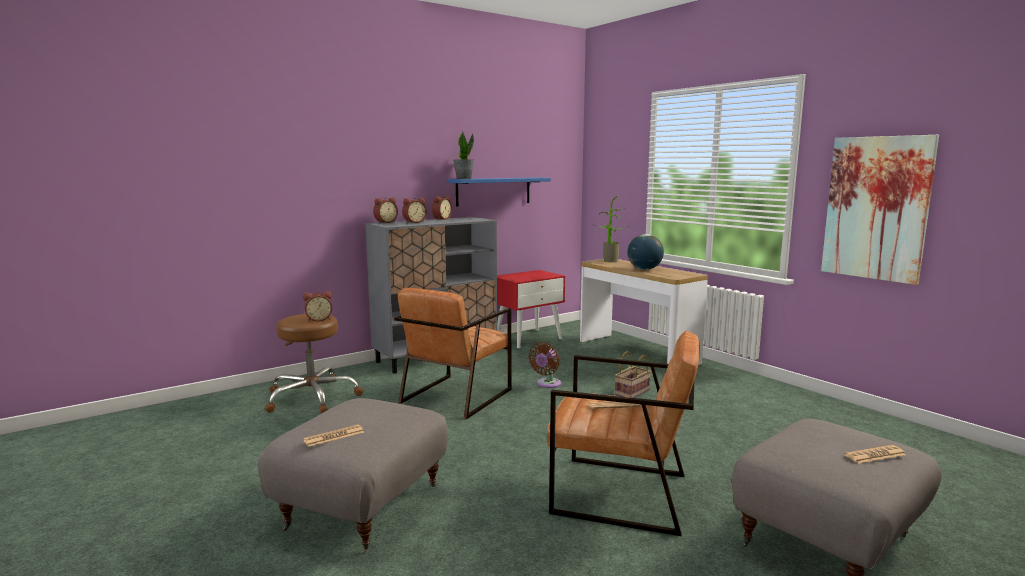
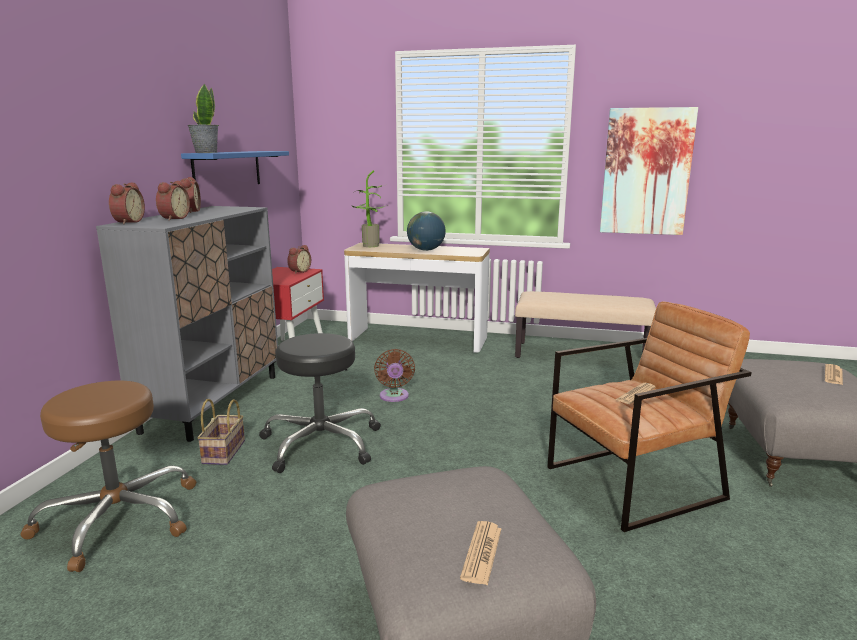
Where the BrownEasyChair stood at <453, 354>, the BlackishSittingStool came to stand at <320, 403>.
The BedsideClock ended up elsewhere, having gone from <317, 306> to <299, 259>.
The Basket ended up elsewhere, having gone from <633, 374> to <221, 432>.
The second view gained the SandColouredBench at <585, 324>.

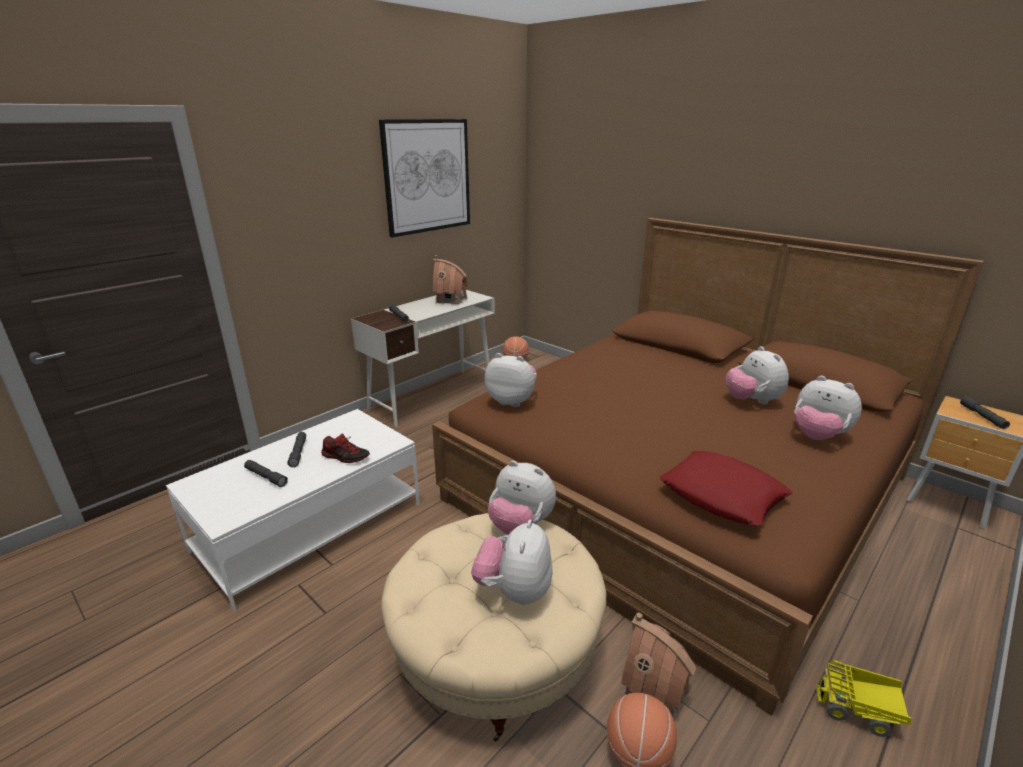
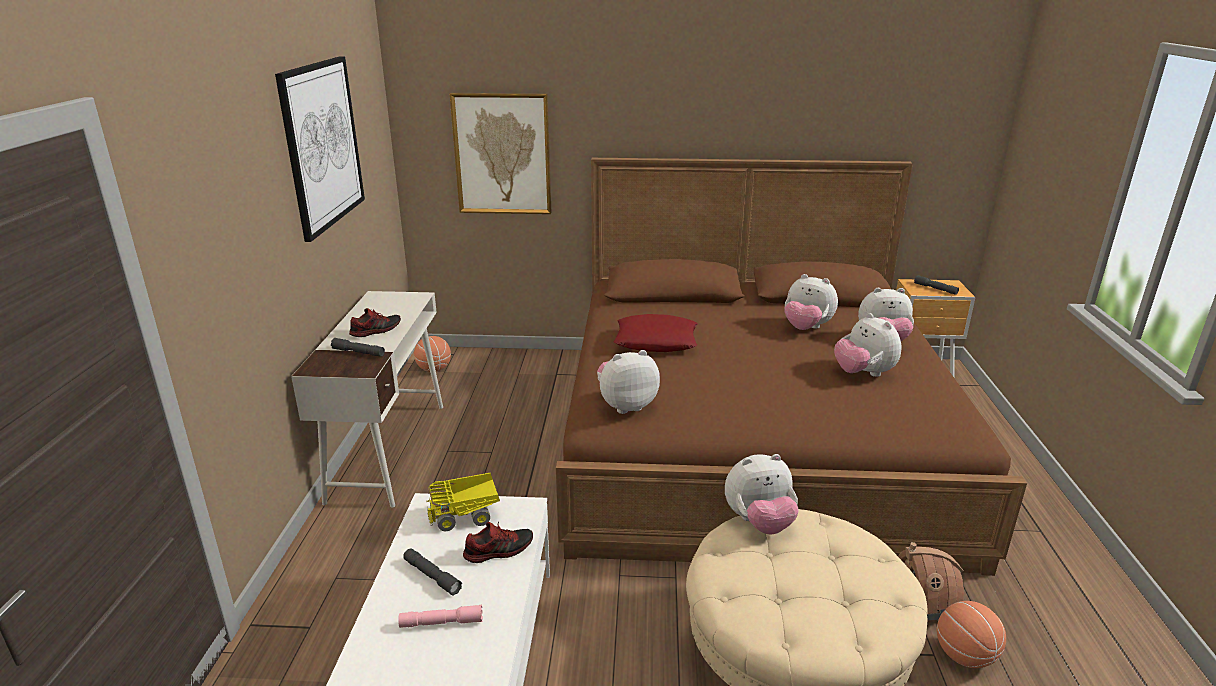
The second view lost the ModelHouse at <450, 279>.
The ReddishPillow ended up elsewhere, having gone from <726, 488> to <656, 333>.
What was the GreyishTorch at <266, 473> turned into the PinkColouredTorch at <440, 616>.
The SoftToy ended up elsewhere, having gone from <511, 562> to <868, 345>.
The ToyLorry ended up elsewhere, having gone from <863, 698> to <463, 502>.
The second view gained the Picture at <501, 153>.
The second view gained the LowShoe at <375, 322>.

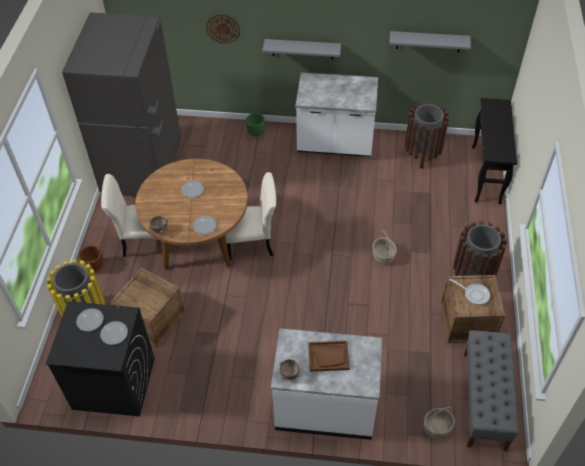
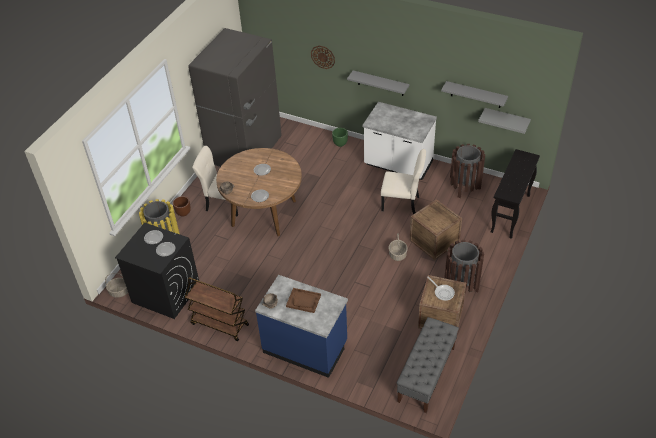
The SandColouredPlainChair ended up elsewhere, having gone from <250, 216> to <403, 181>.
The ShippingCrate ended up elsewhere, having gone from <147, 308> to <436, 229>.
What was the WhiteColouredKitchenBaseUnit at <326, 384> turned into the BlueKitchenBaseUnit at <301, 326>.
The Basket ended up elsewhere, having gone from <439, 423> to <116, 285>.
The second view gained the GreyishShelf at <504, 121>.
The second view gained the BrownCart at <217, 309>.

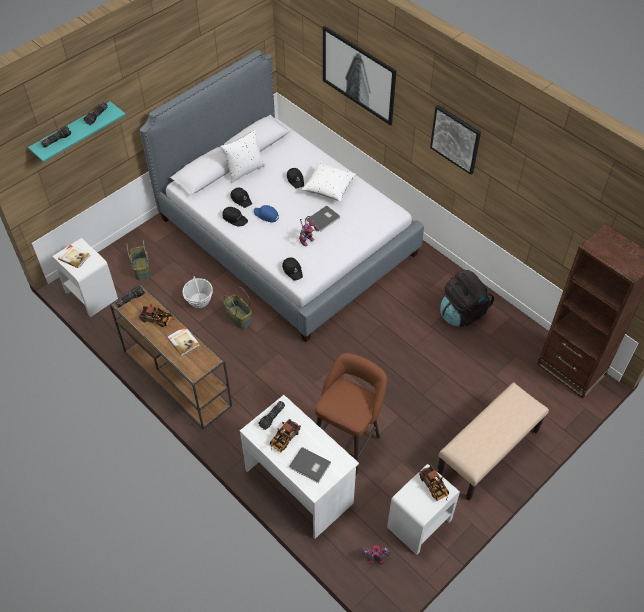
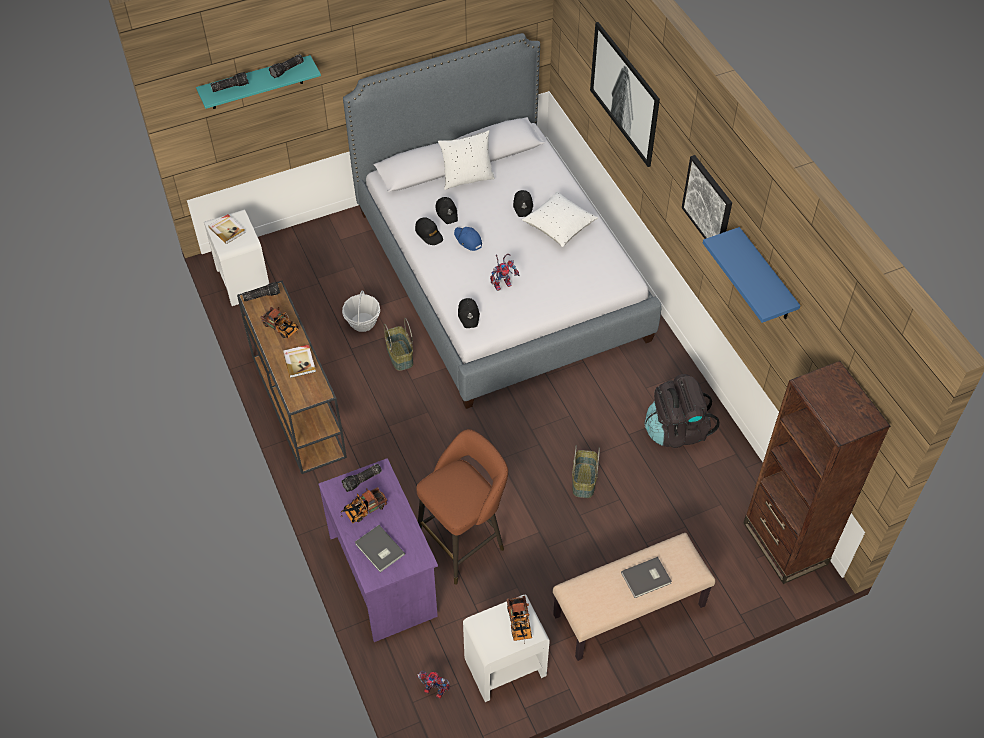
The GreyishVolume ended up elsewhere, having gone from <323, 219> to <646, 577>.
The Basket ended up elsewhere, having gone from <138, 260> to <586, 471>.
What was the WhiteColouredDeskTable at <299, 467> turned into the PurplishDeskTable at <378, 550>.
The second view gained the BlueShelf at <751, 275>.

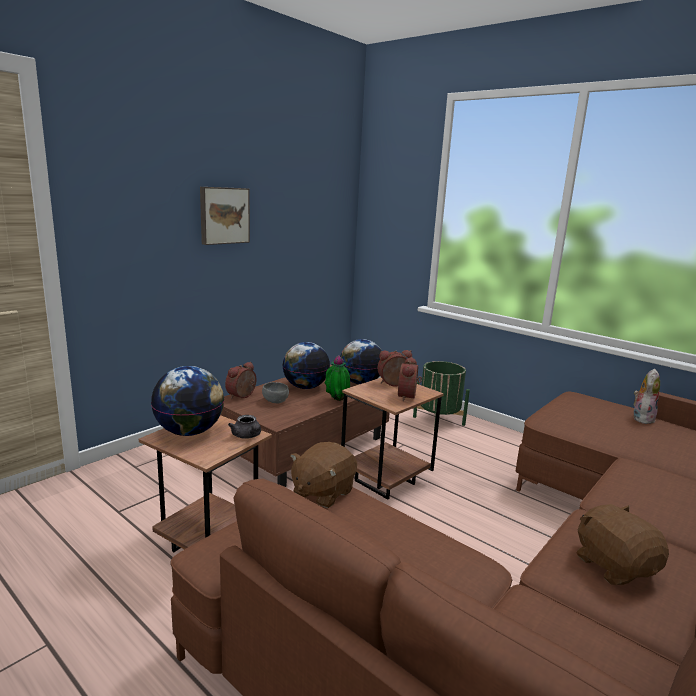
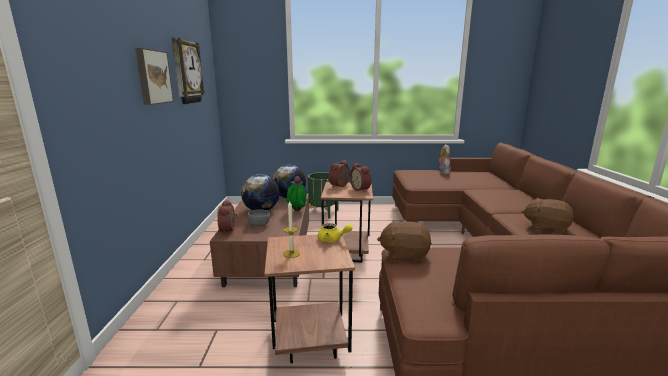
Where the WorldGlobe stood at <187, 401>, the WaxLight came to stand at <292, 229>.
What was the GreyishTeapot at <244, 427> turned into the YellowTeapot at <335, 232>.
The BrownSoftToy at <323, 475> ended up facing another way, 105 degrees clockwise from before.
The second view gained the ClockOnTheWall at <188, 71>.

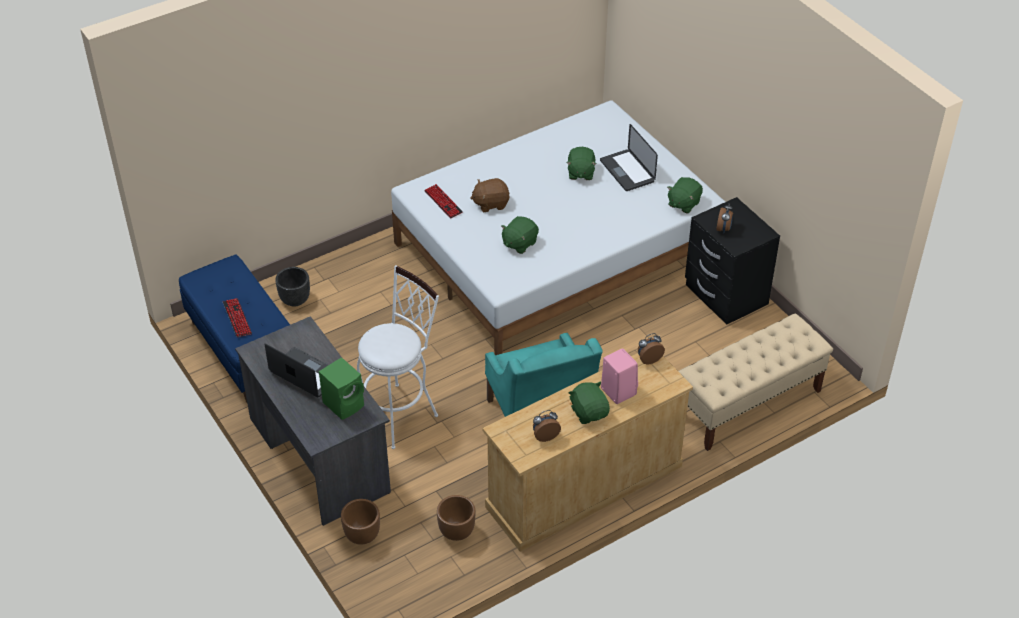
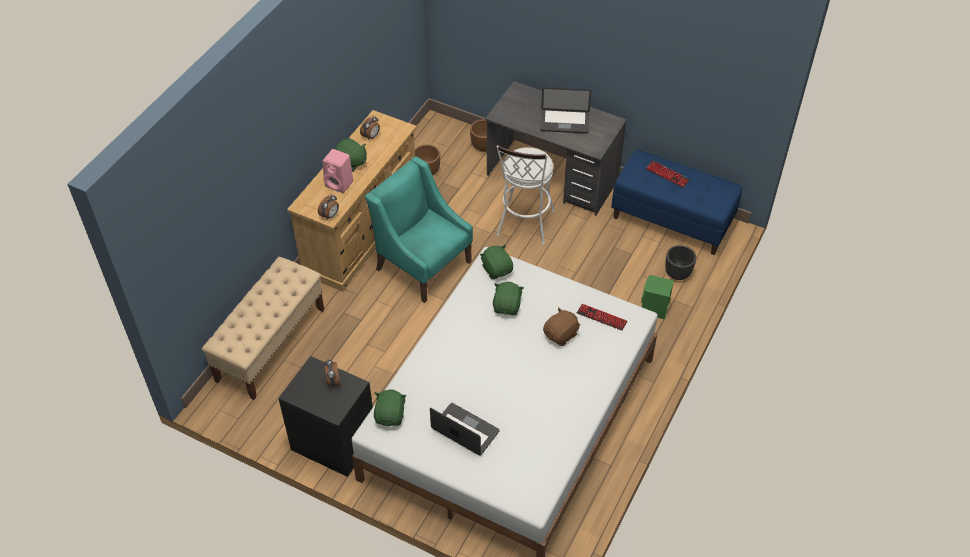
The GreenishSoftToy ended up elsewhere, having gone from <581, 163> to <496, 262>.
The GreenishAudioSpeaker ended up elsewhere, having gone from <341, 388> to <657, 297>.

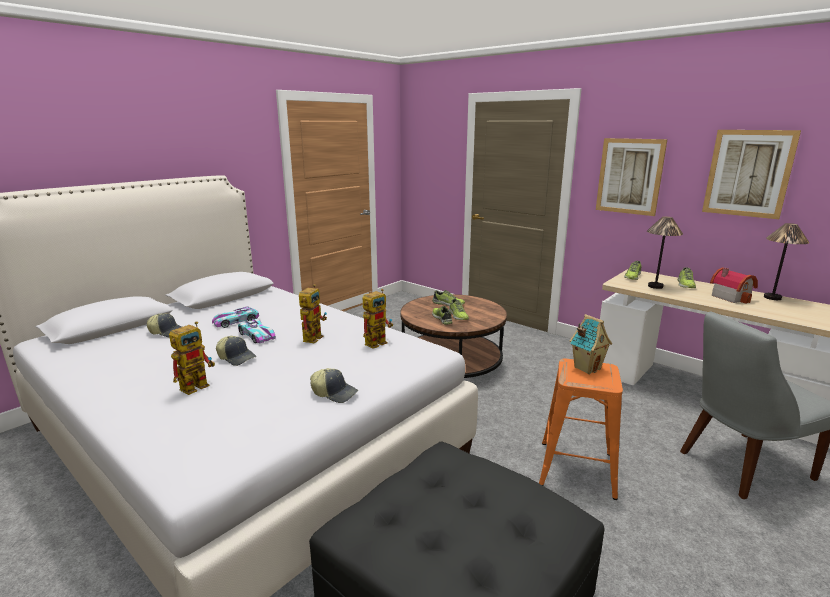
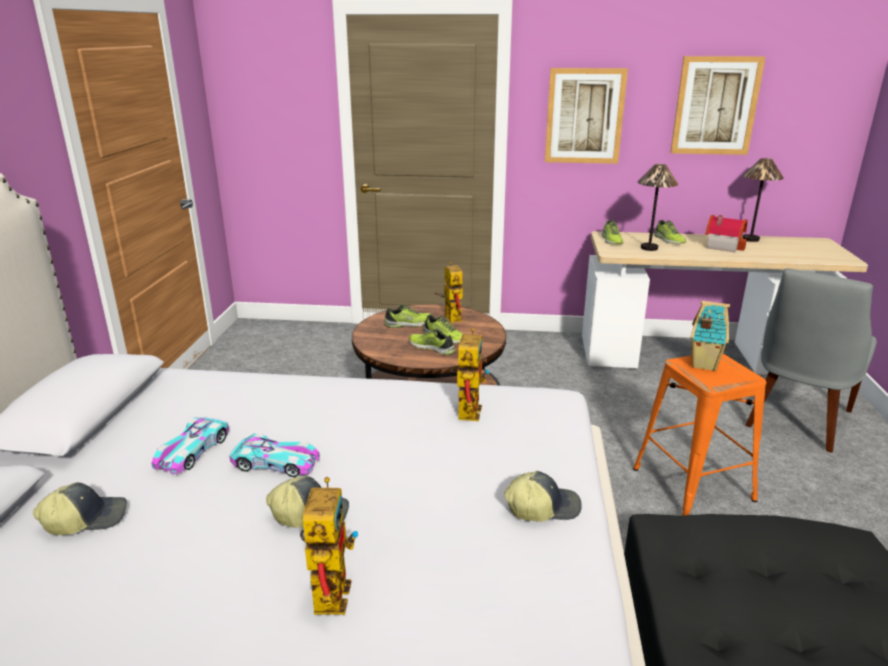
The ModelRobot ended up elsewhere, having gone from <313, 313> to <449, 292>.

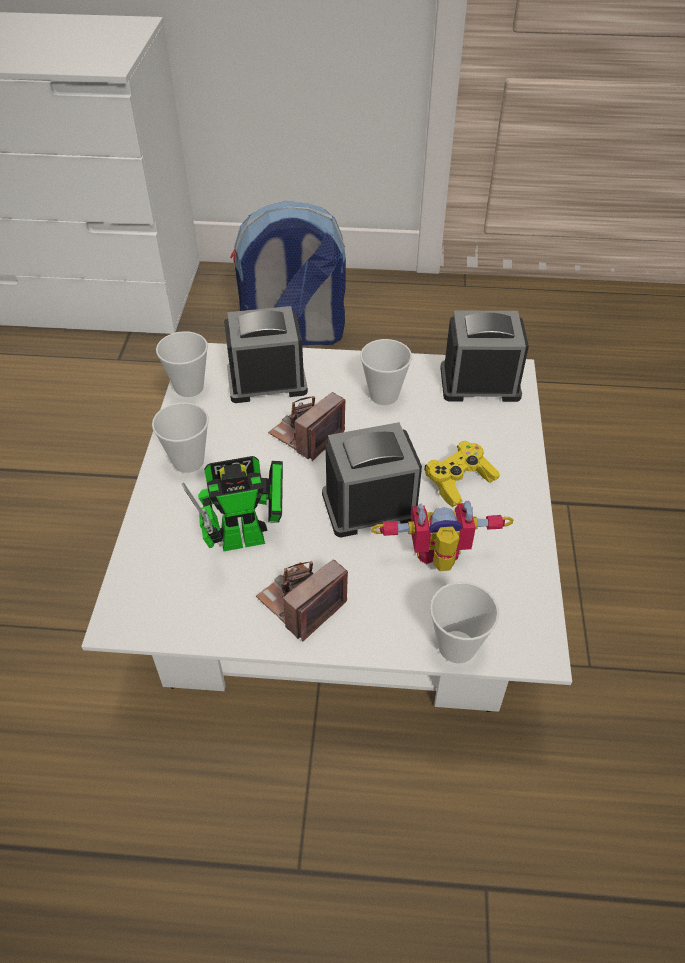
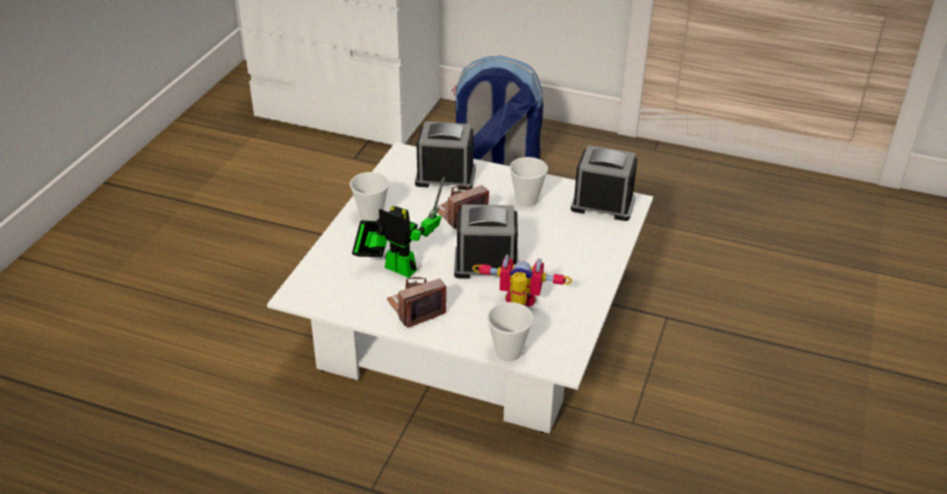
The second view lost the DrinkingCup at <182, 364>.
The second view lost the YellowJoypad at <462, 474>.
The ModelRobot at <232, 503> ended up facing another way, 150 degrees counterclockwise from before.

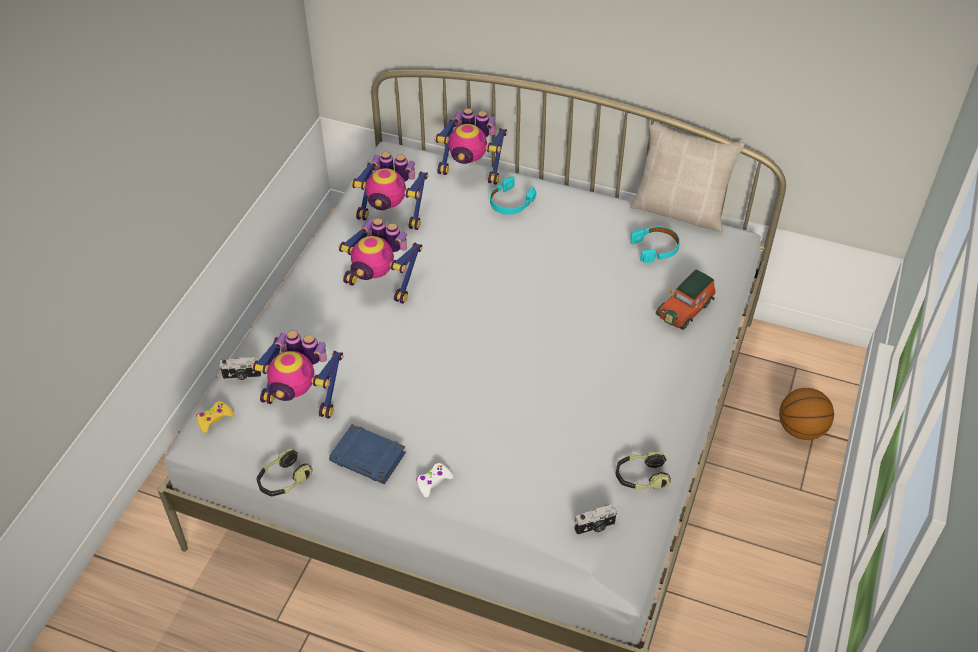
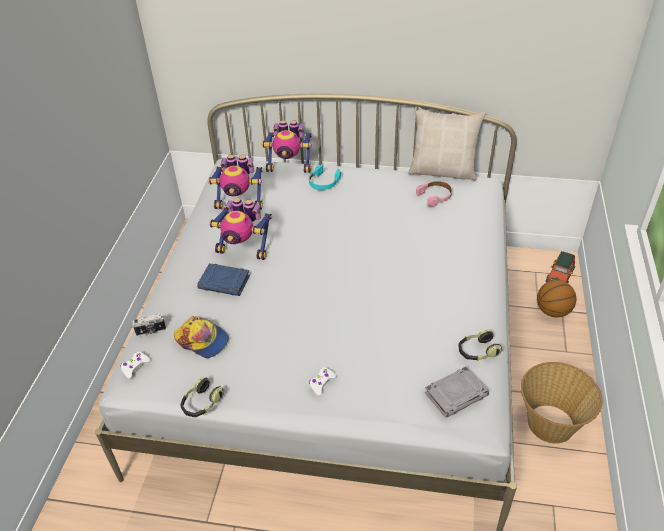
What was the TurquoiseColouredHeadphones at <655, 244> turned into the PinkColouredHeadphones at <434, 194>.
The ToyCar ended up elsewhere, having gone from <685, 300> to <560, 267>.
Where the ModelRobot stood at <297, 375>, the PeakedCap came to stand at <201, 337>.
What was the YellowJoypad at <215, 417> turned into the WhiteColouredJoypad at <135, 365>.
The BlueVolume ended up elsewhere, having gone from <367, 454> to <223, 279>.
Where the PhotoCamera stood at <596, 519>, the GreyishVolume came to stand at <457, 392>.
The second view gained the Basket at <561, 403>.

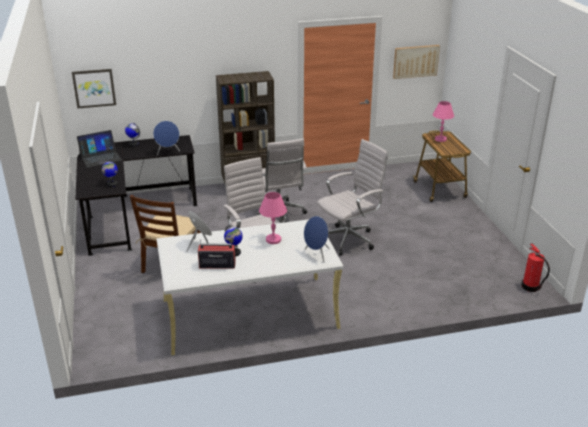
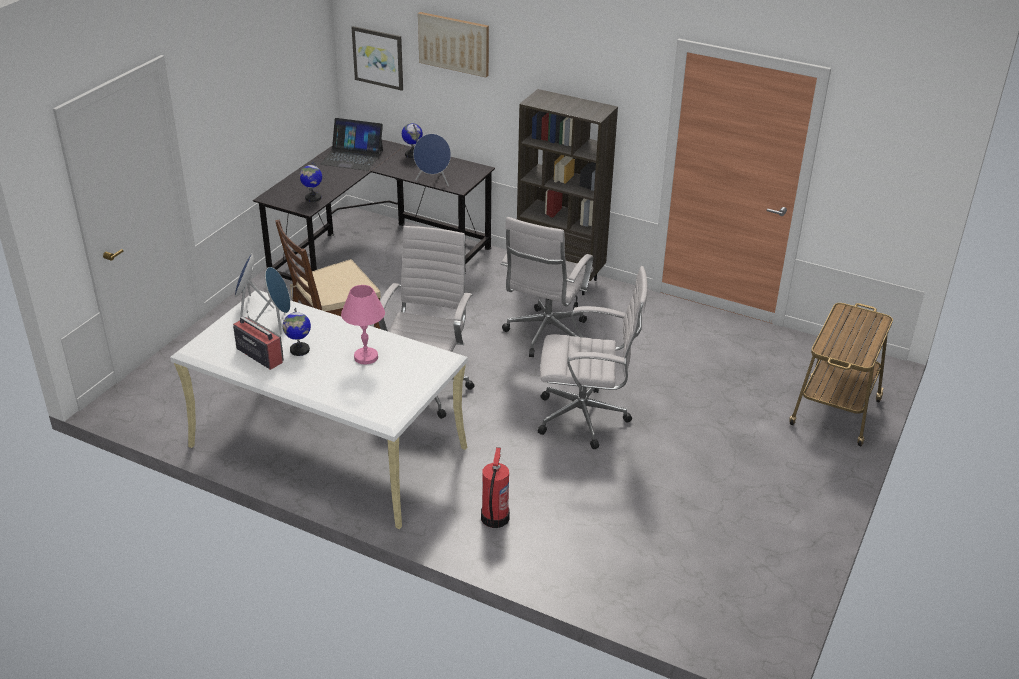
The Picture ended up elsewhere, having gone from <416, 62> to <453, 44>.
The second view lost the PinkColouredTabletopLamp at <443, 121>.
The BlueAudioSpeaker ended up elsewhere, having gone from <317, 239> to <254, 285>.
The FireFightingCylinder ended up elsewhere, having gone from <536, 268> to <495, 487>.

